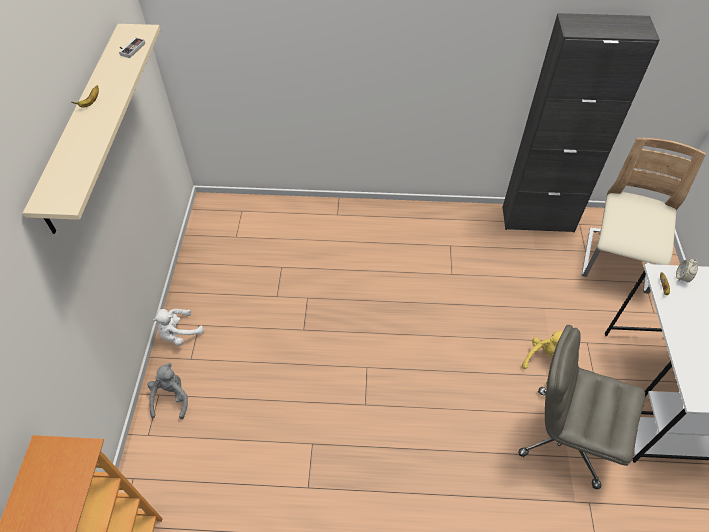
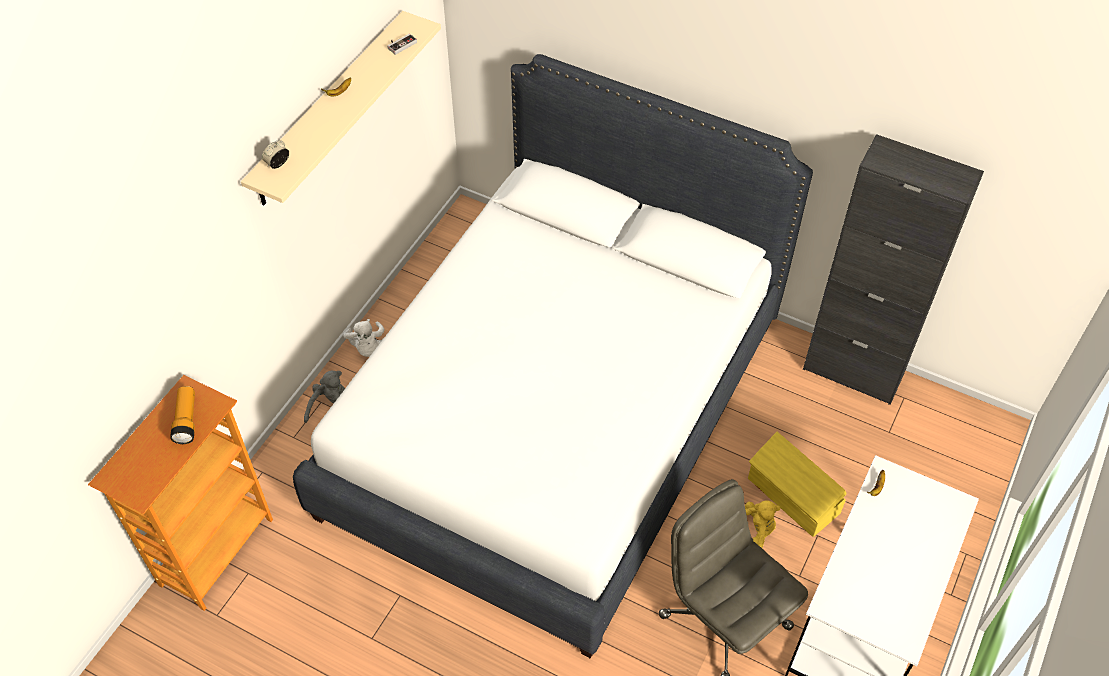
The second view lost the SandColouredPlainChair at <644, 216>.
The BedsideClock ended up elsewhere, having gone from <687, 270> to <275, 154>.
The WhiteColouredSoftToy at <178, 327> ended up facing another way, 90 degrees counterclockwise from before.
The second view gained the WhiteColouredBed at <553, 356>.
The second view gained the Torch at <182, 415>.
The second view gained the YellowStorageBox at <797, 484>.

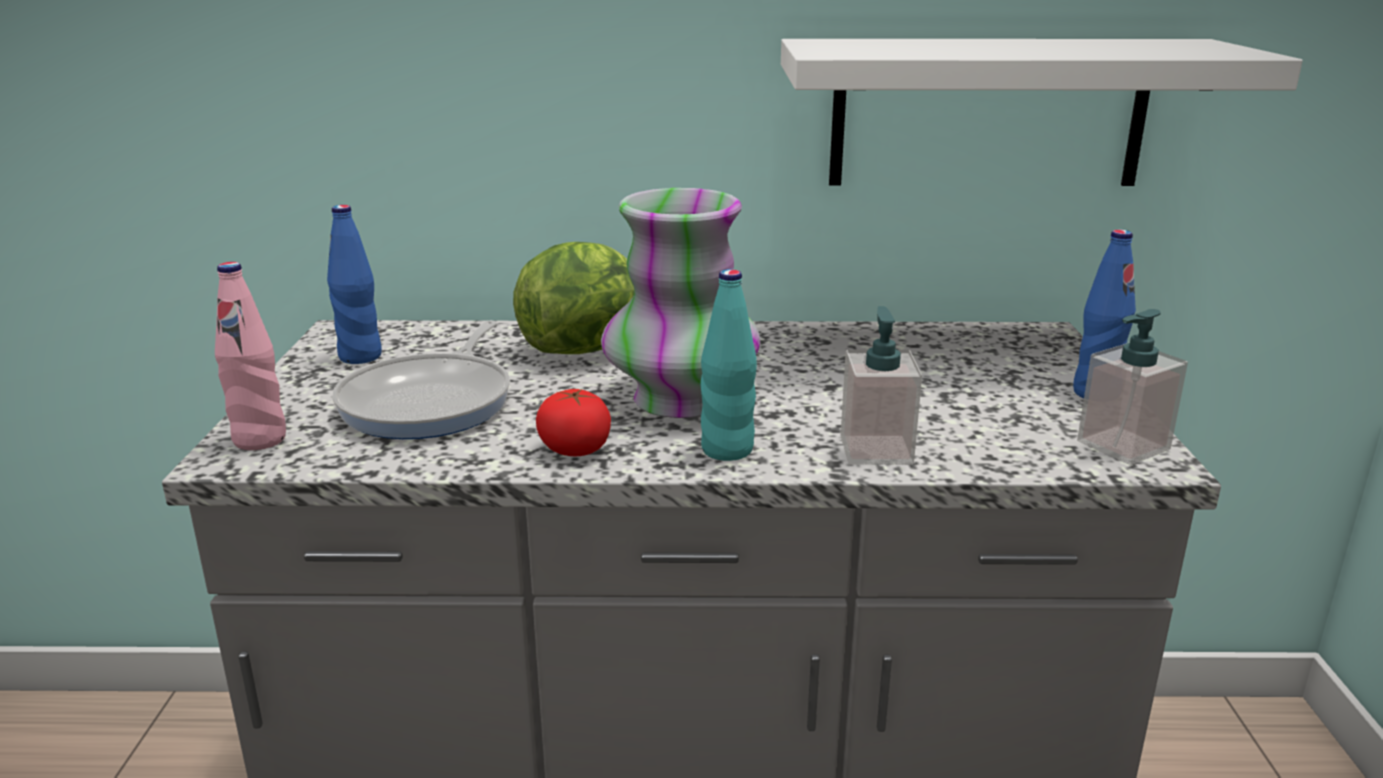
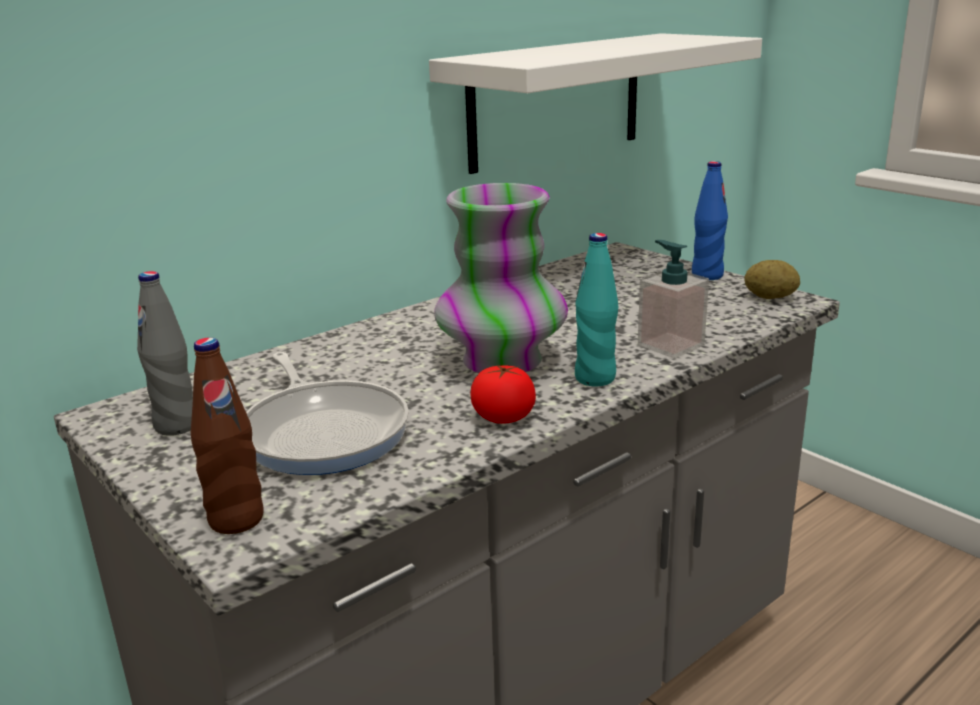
What was the BlueDrinkBottle at <354, 284> turned into the GreyishDrinkBottle at <165, 353>.
The second view lost the LettuceHead at <573, 298>.
What was the PinkColouredDrinkBottle at <250, 356> turned into the BrownDrinkBottle at <227, 436>.
Where the SoapBottle stood at <1132, 387>, the Potato came to stand at <772, 279>.

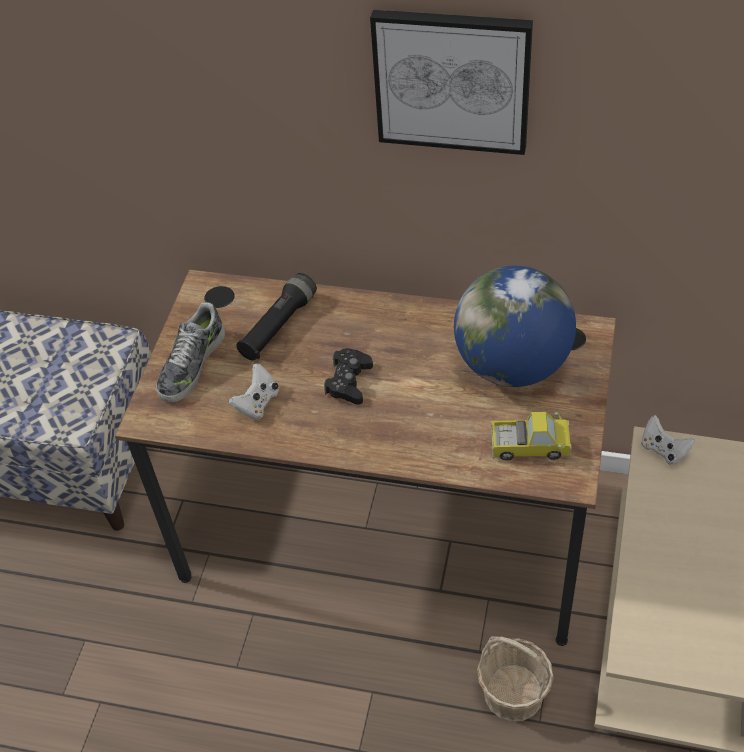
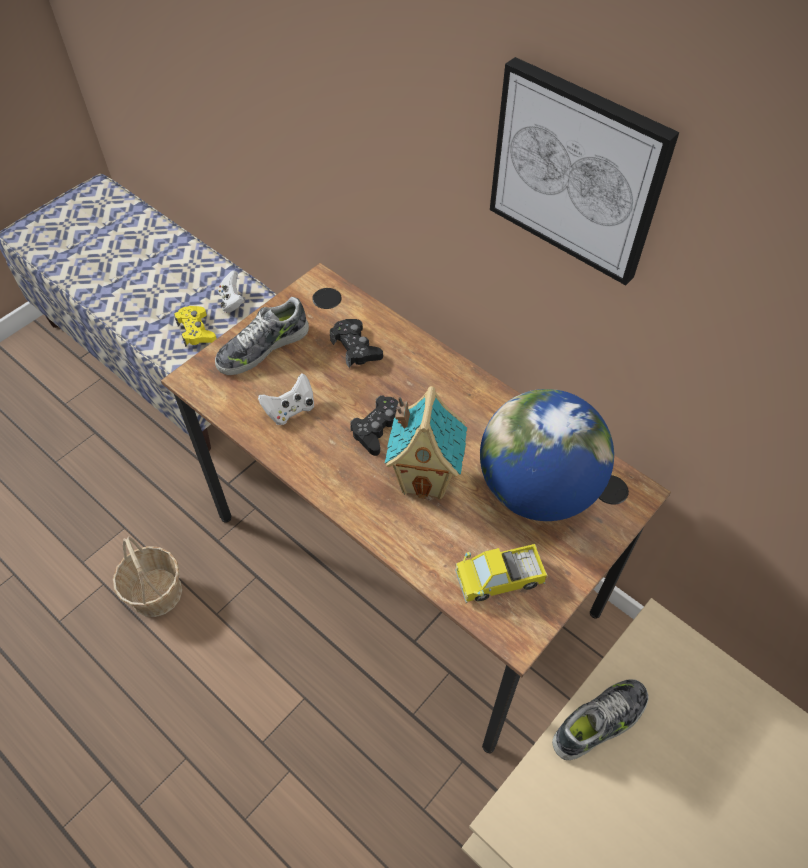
Where the BlackishTorch stood at <276, 317>, the BlackishJoypad came to stand at <356, 343>.
The ToyLorry at <531, 436> ended up facing another way, 135 degrees clockwise from before.
The WhiteColouredJoypad ended up elsewhere, having gone from <668, 440> to <231, 291>.
The Basket ended up elsewhere, having gone from <515, 679> to <147, 576>.
The second view gained the YellowJoypad at <195, 326>.
The second view gained the ModelHouse at <426, 442>.
The second view gained the LowShoe at <600, 719>.

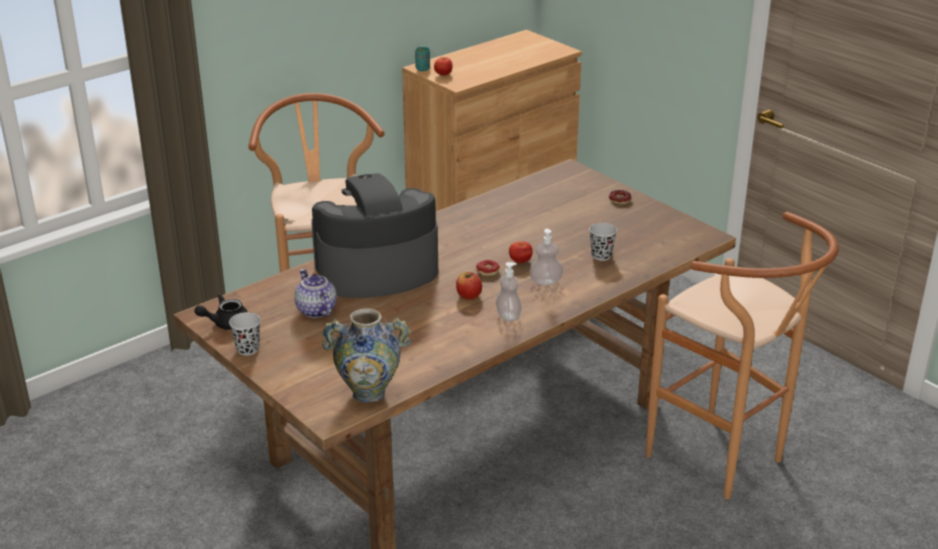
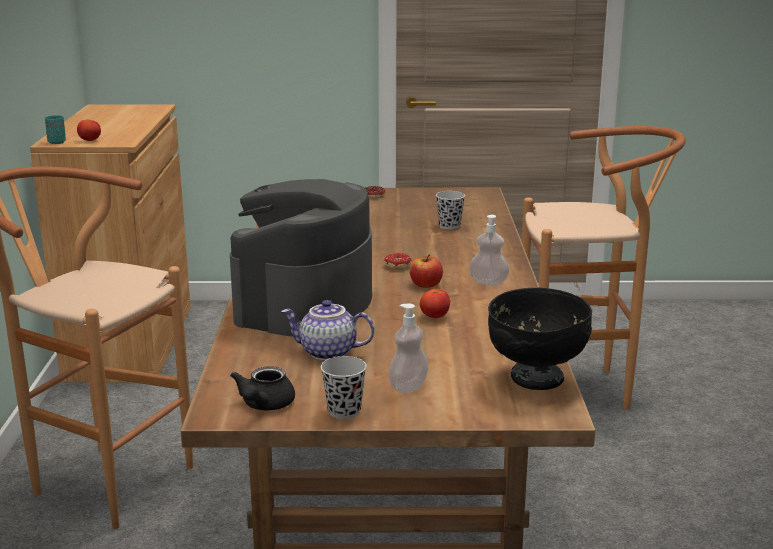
The SoapBottle ended up elsewhere, having gone from <546, 257> to <409, 348>.
The Tomato ended up elsewhere, having gone from <521, 252> to <435, 303>.
Where the FlowerVase stood at <366, 355>, the BlackishServingBowl came to stand at <540, 339>.

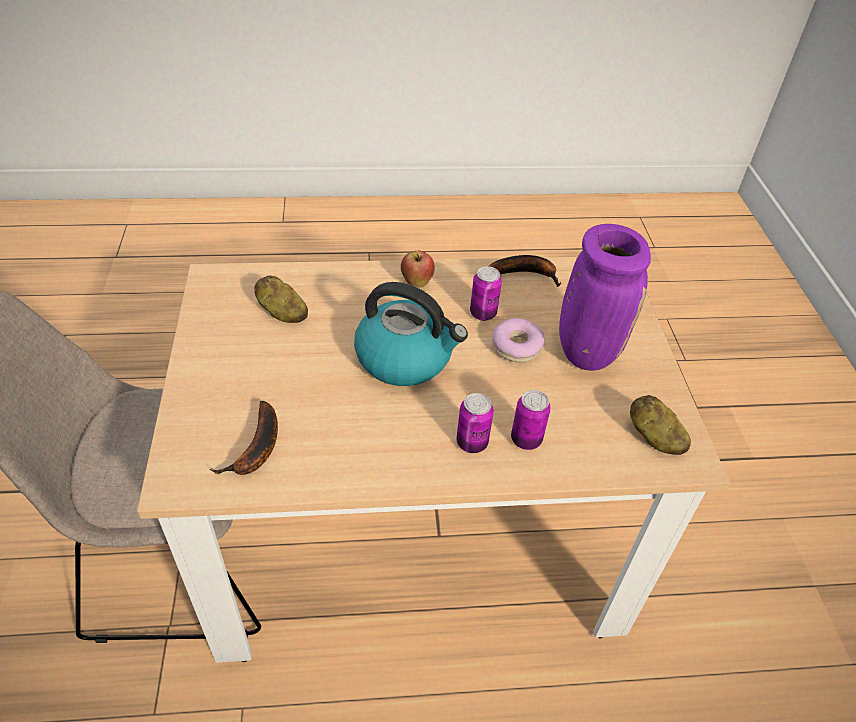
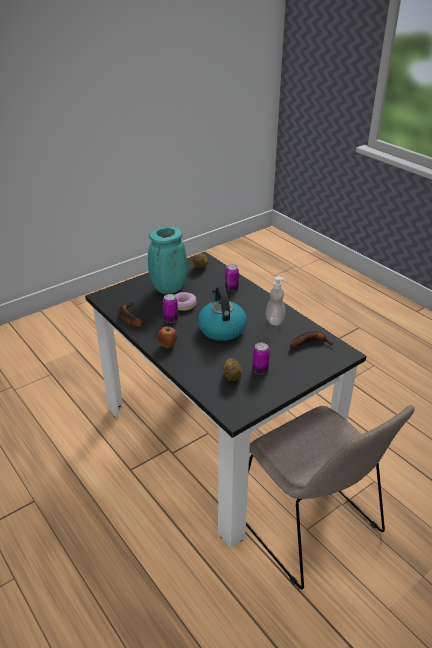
What was the PurplishFlowerVase at <605, 297> turned into the TurquoiseColouredFlowerVase at <167, 260>.
What was the SandColouredKitchenTable at <433, 460> turned into the BlackishKitchenTable at <226, 400>.
The Can ended up elsewhere, having gone from <475, 423> to <261, 358>.
The second view gained the SoapBottle at <276, 300>.

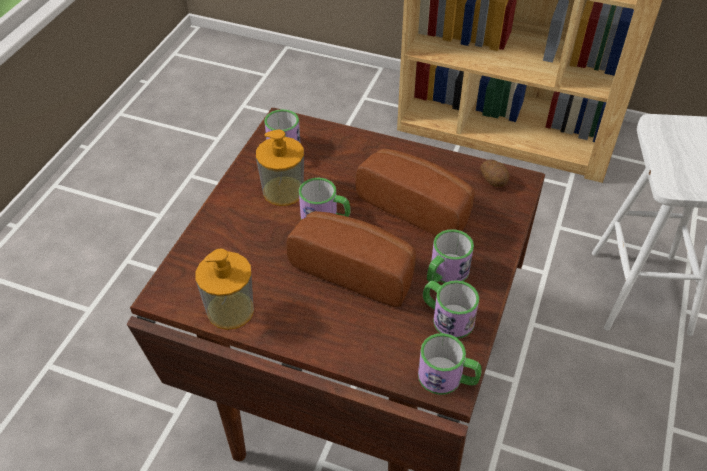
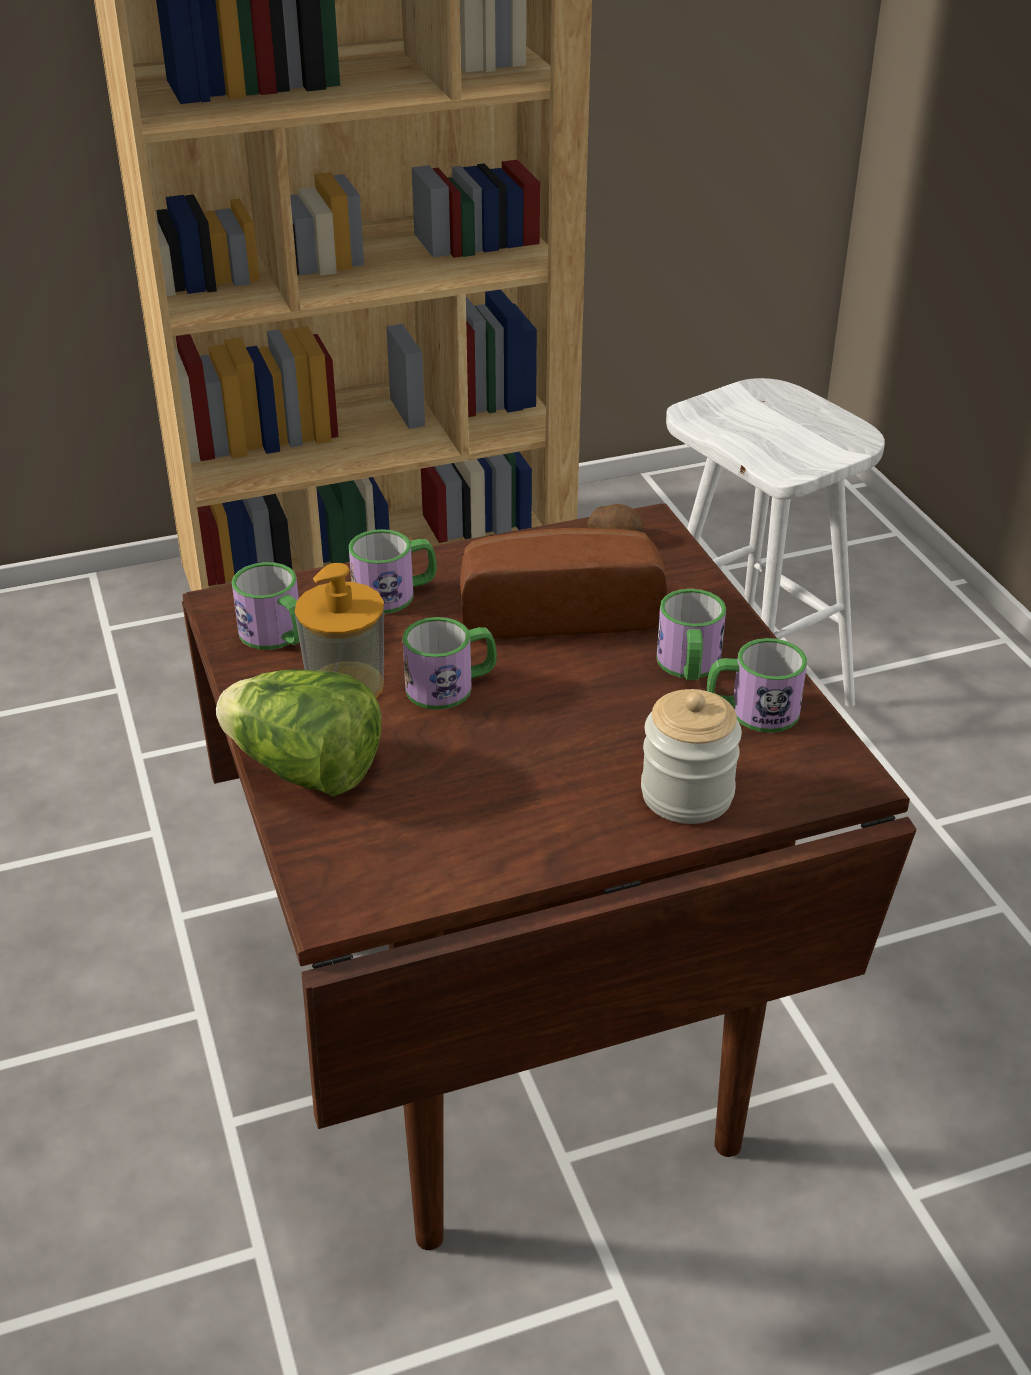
The second view lost the BakeryBread at <351, 259>.
The second view lost the SoapBottle at <224, 289>.
The Mug ended up elsewhere, having gone from <450, 364> to <393, 571>.
The second view gained the LettuceHead at <299, 733>.
The second view gained the PreserveJar at <691, 756>.

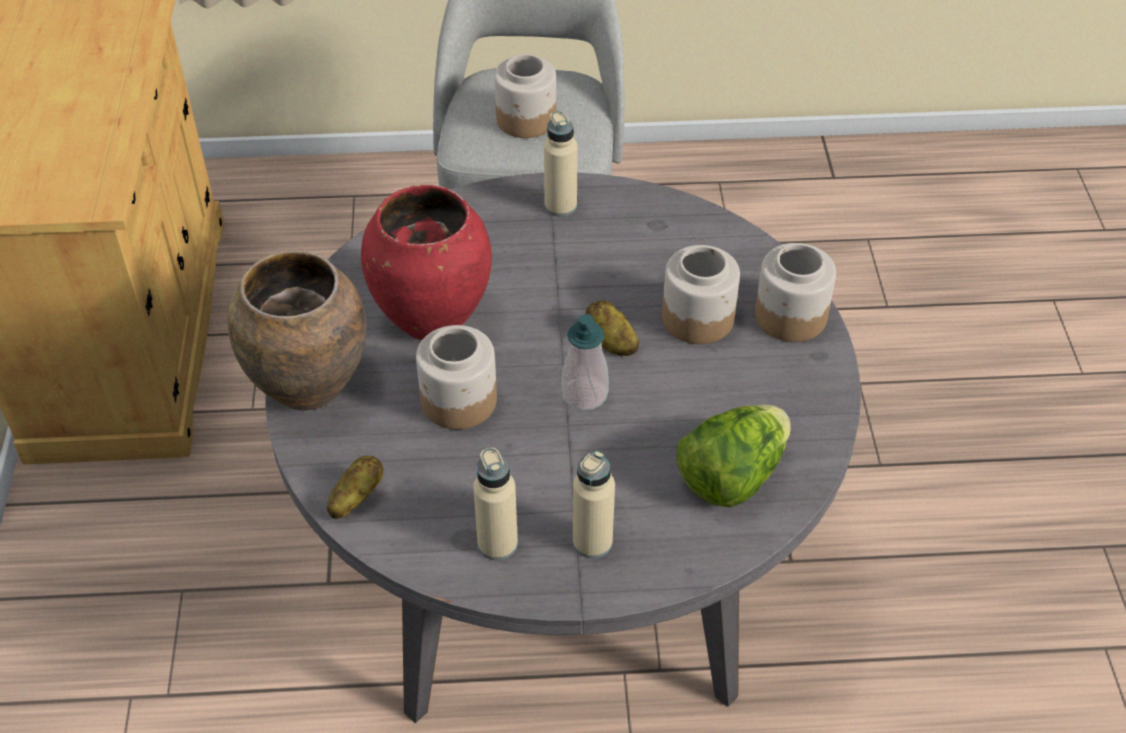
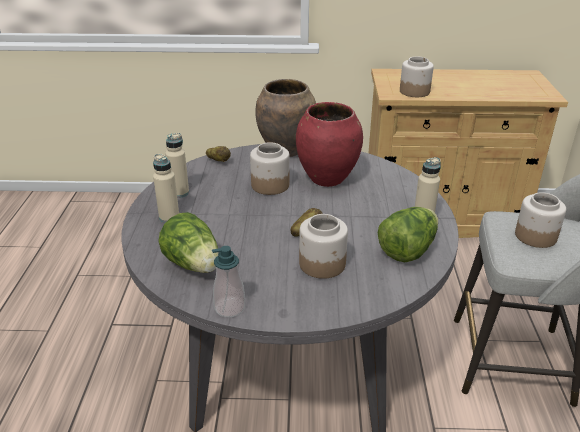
The PreserveJar ended up elsewhere, having gone from <795, 292> to <417, 77>.
The SoapBottle ended up elsewhere, having gone from <585, 362> to <228, 282>.
The second view gained the LettuceHead at <408, 234>.

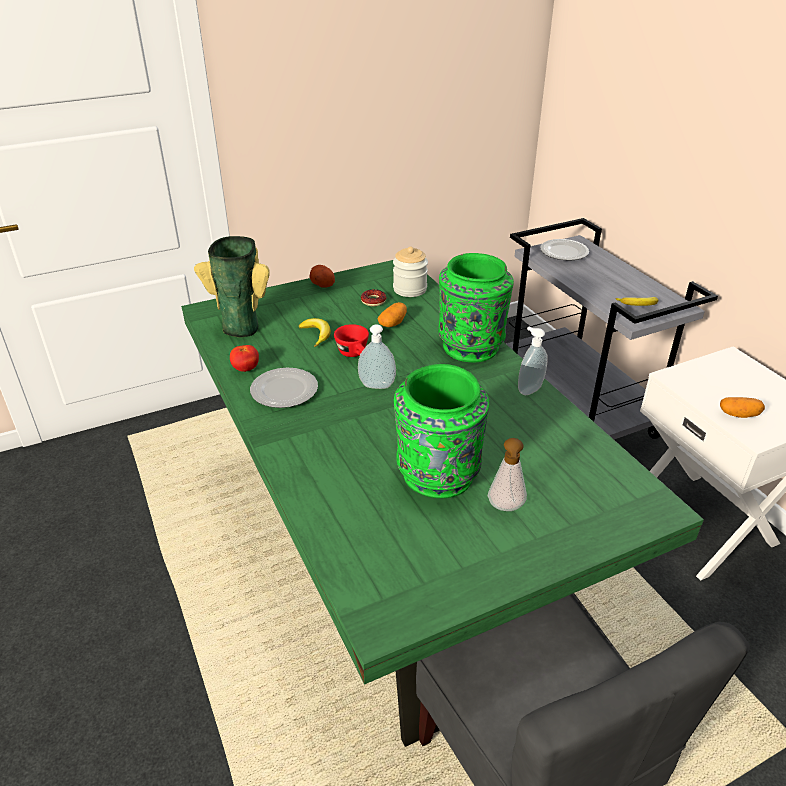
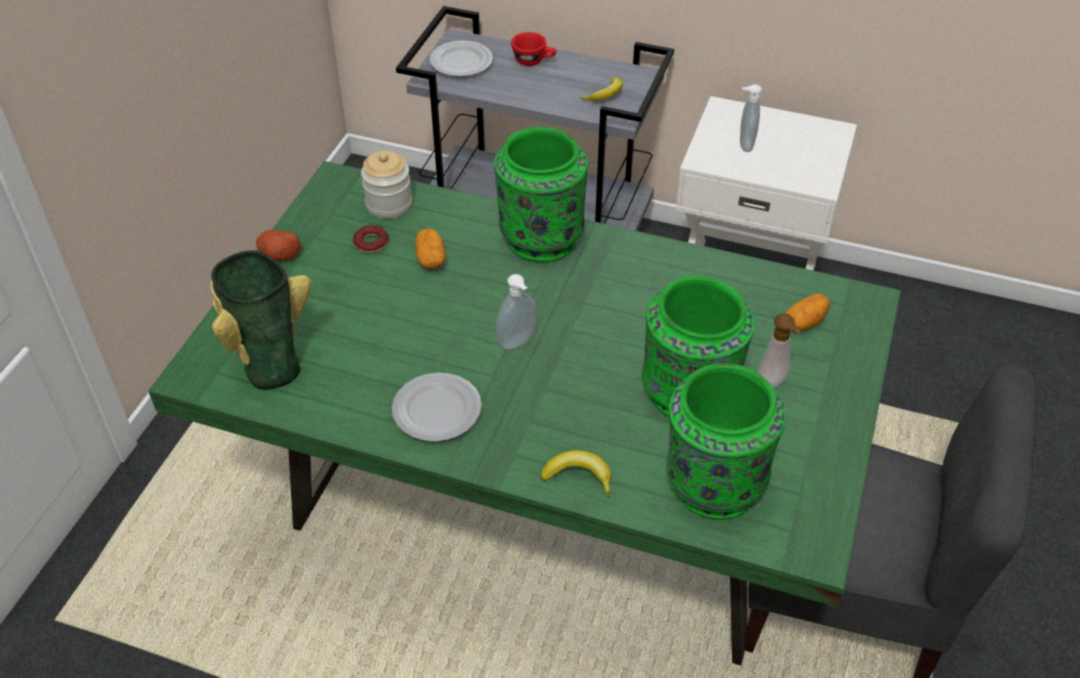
The BananaFruit ended up elsewhere, having gone from <315, 332> to <576, 473>.
The ReddishDrinkingCup ended up elsewhere, having gone from <351, 340> to <534, 49>.
The SoapBottle ended up elsewhere, having gone from <532, 361> to <751, 118>.
The second view lost the Tomato at <244, 358>.
The Potato ended up elsewhere, having gone from <742, 407> to <807, 312>.
The second view gained the GreenishFlowerVase at <726, 441>.

